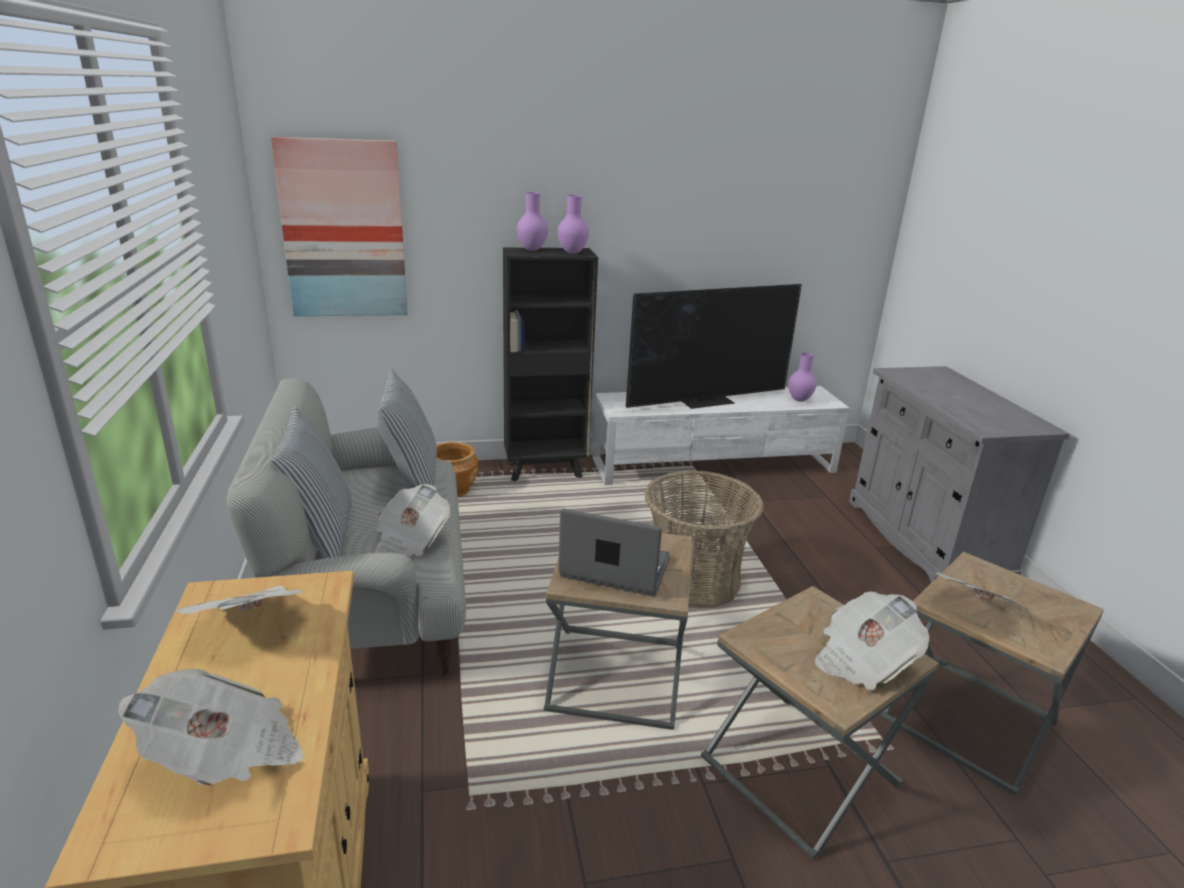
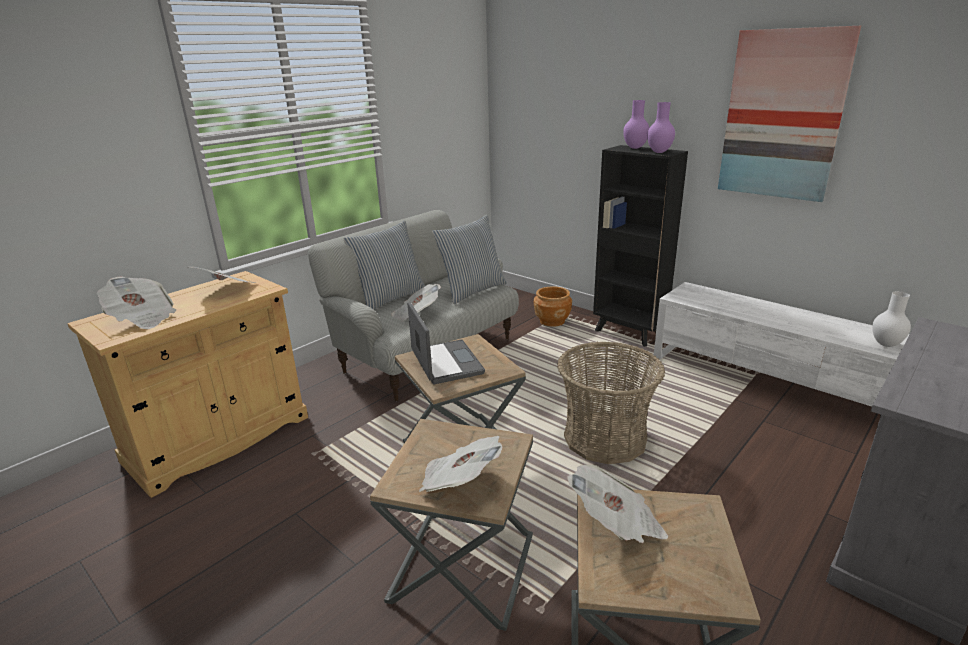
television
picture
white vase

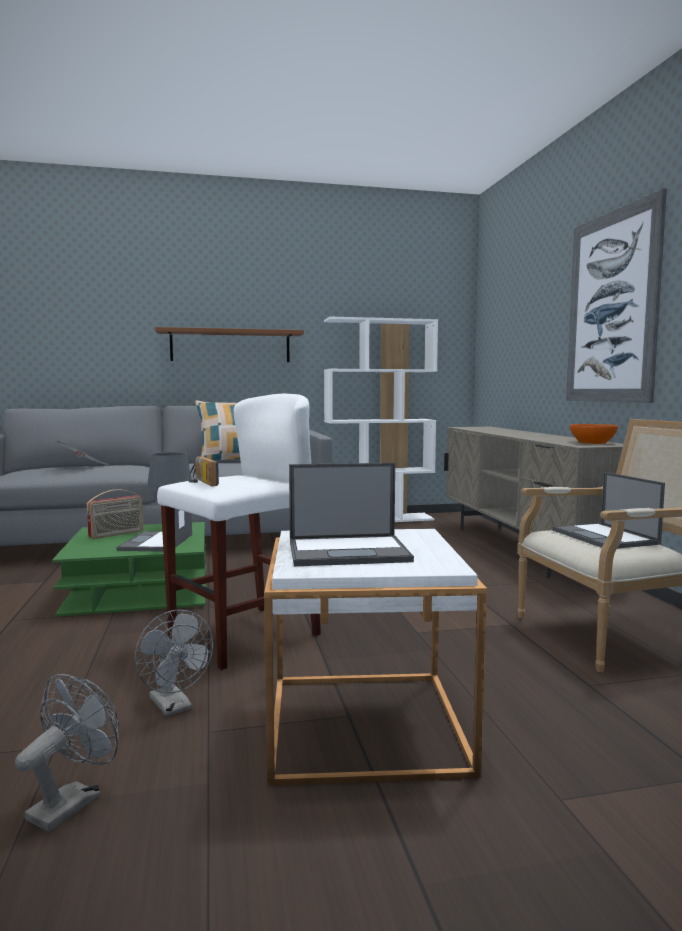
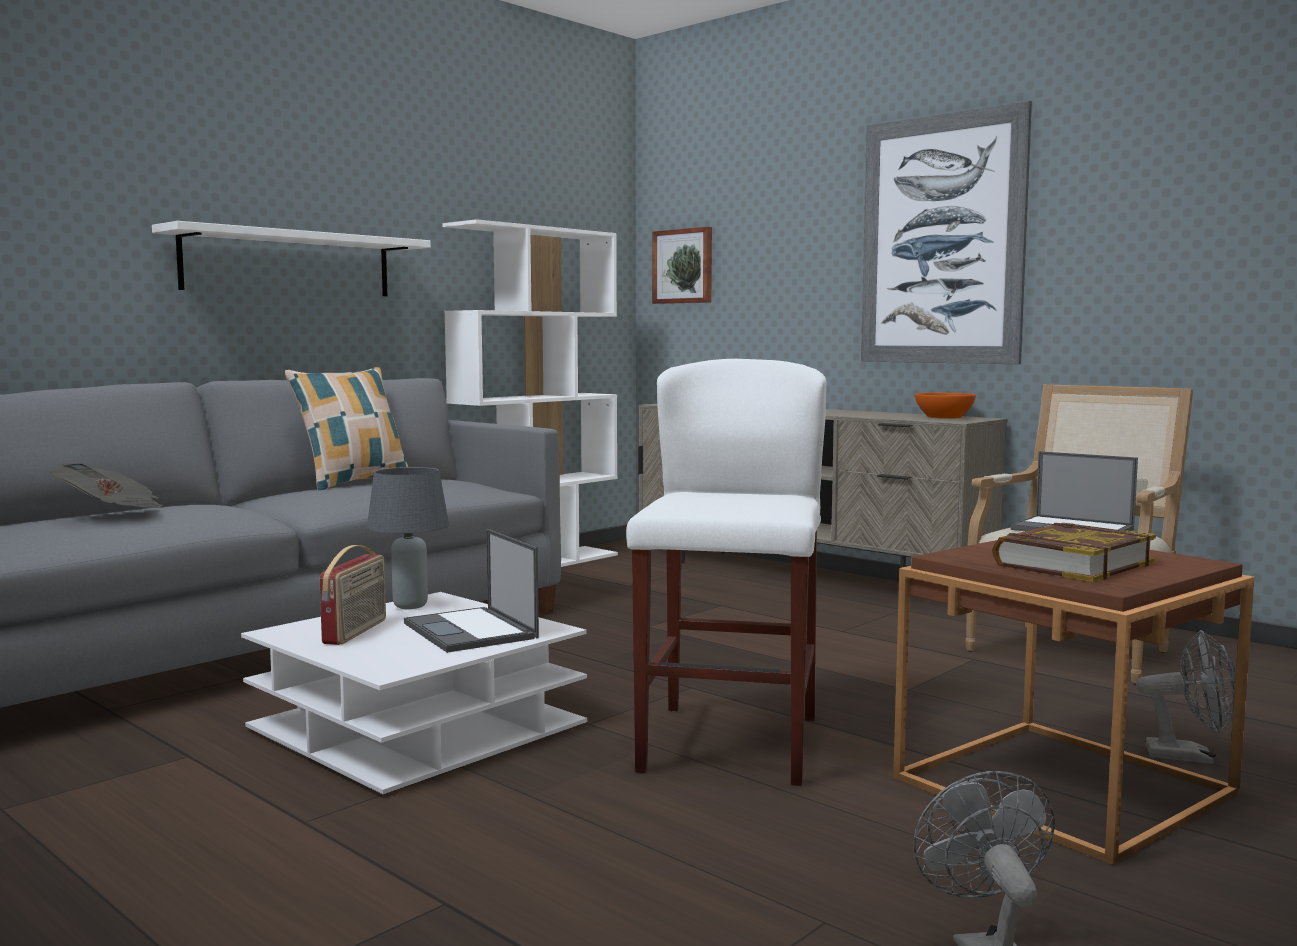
radio (no. 2 from left in the first image)
picture (no. 1 from left)
grey fan (no. 2 from left)
book
white coffee table
white shelf
brown side table

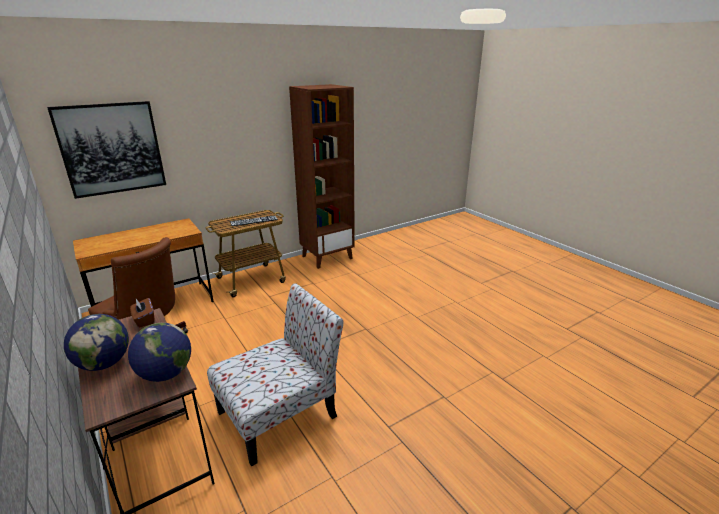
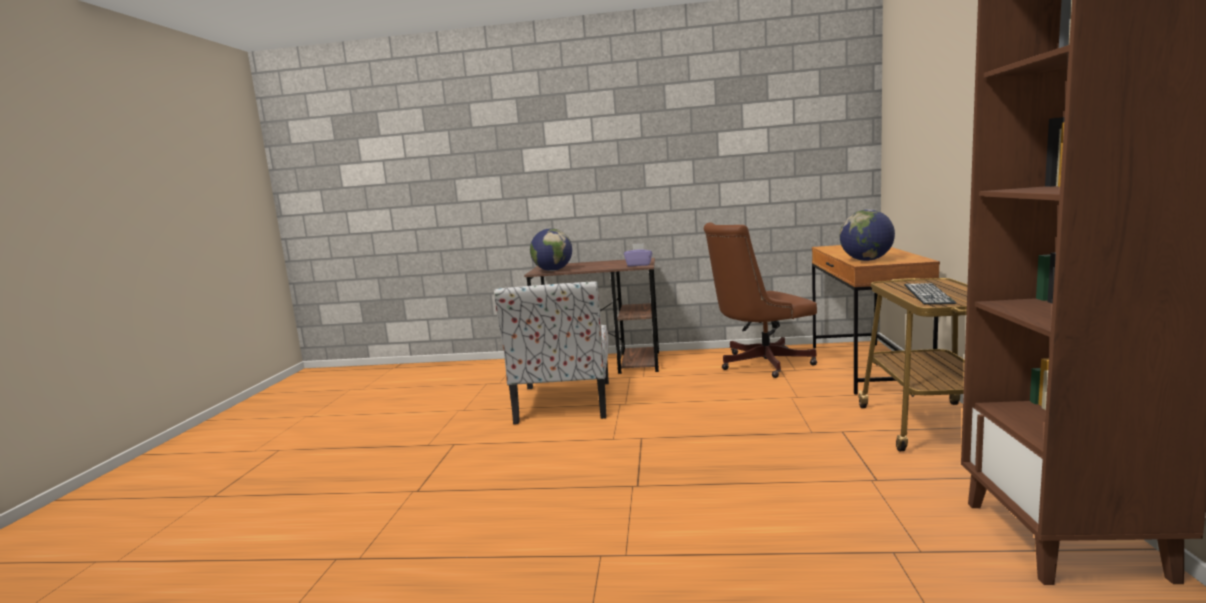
picture
globe (no. 2 from left)
purple tissue box

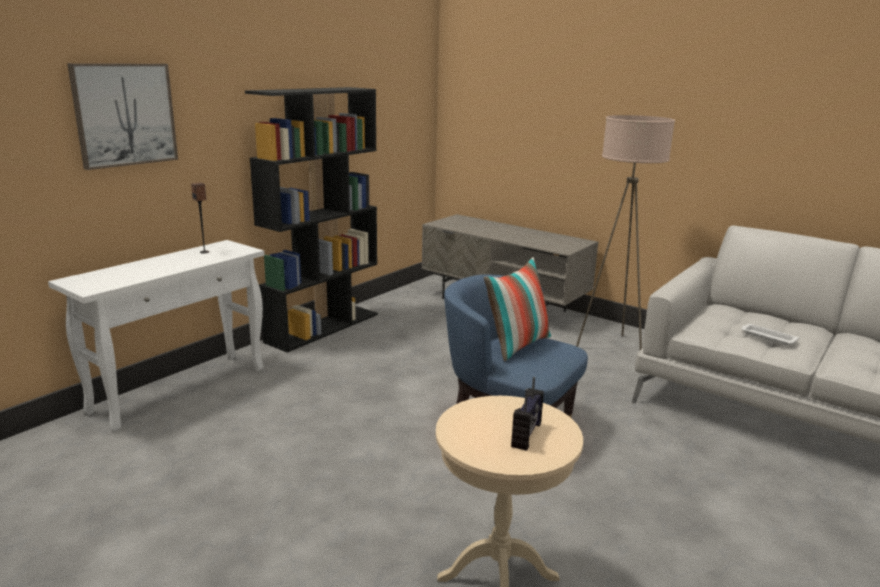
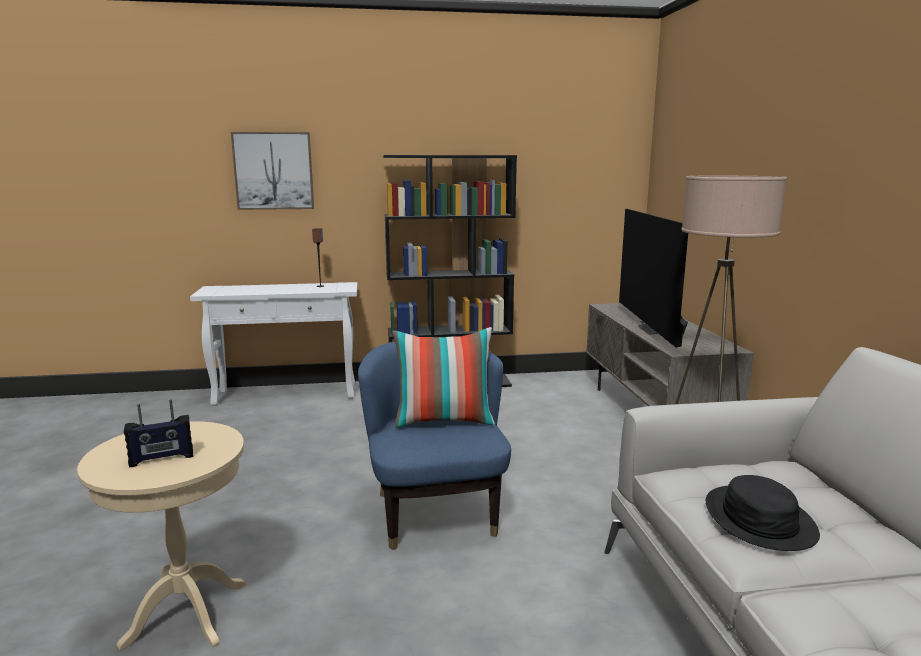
television
black hat

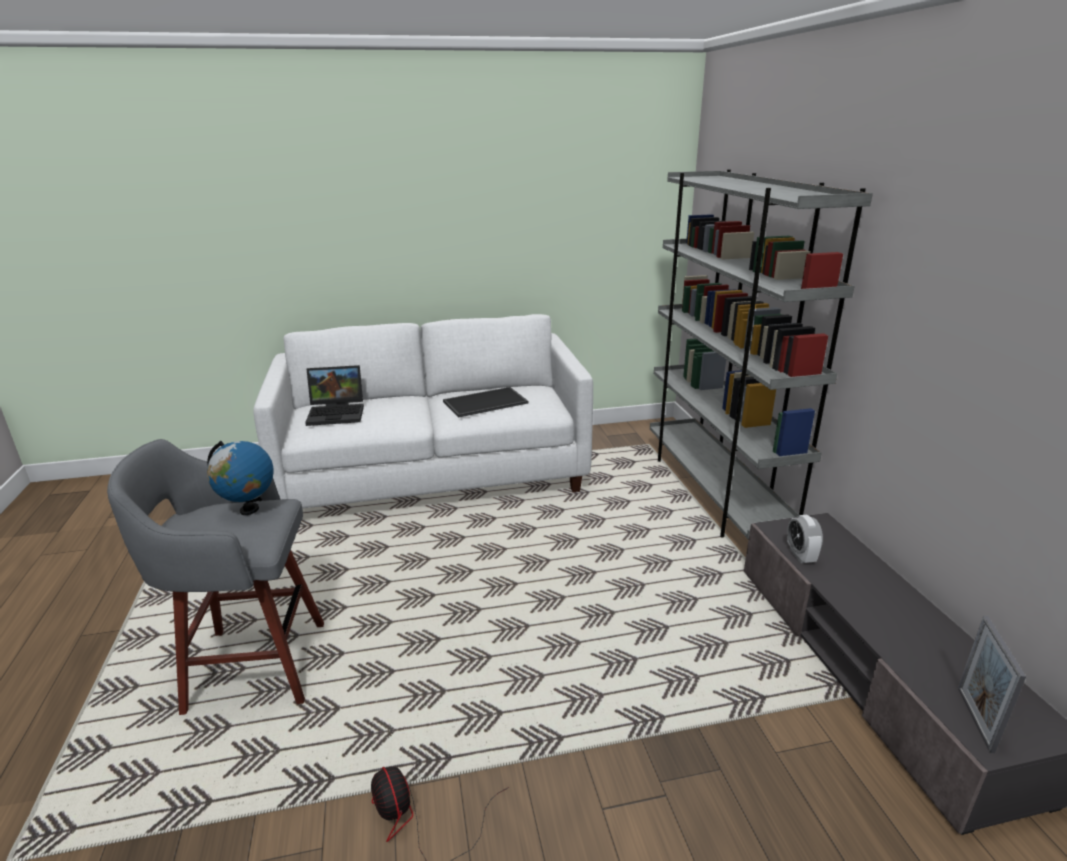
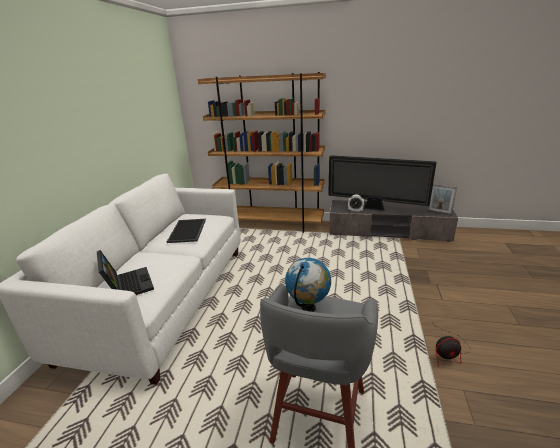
television
brown bookcase
laptop

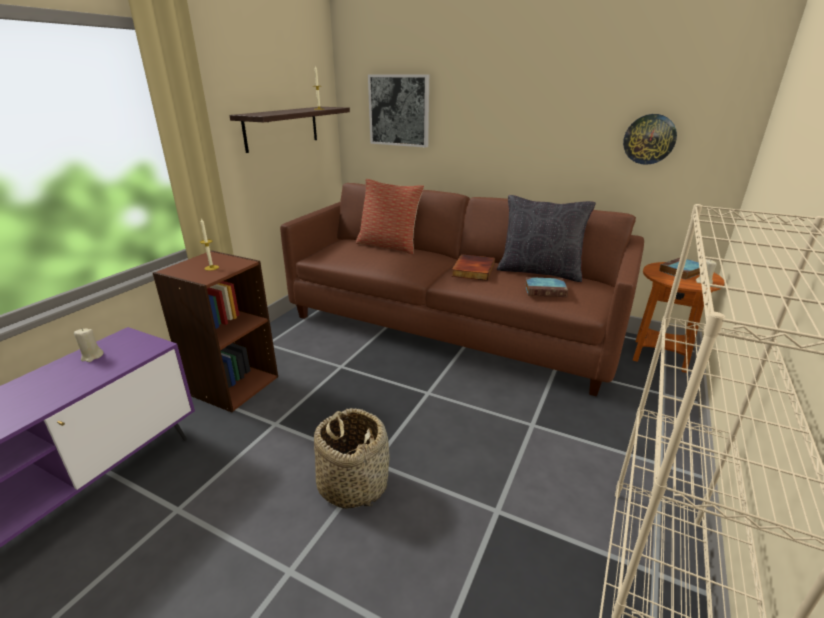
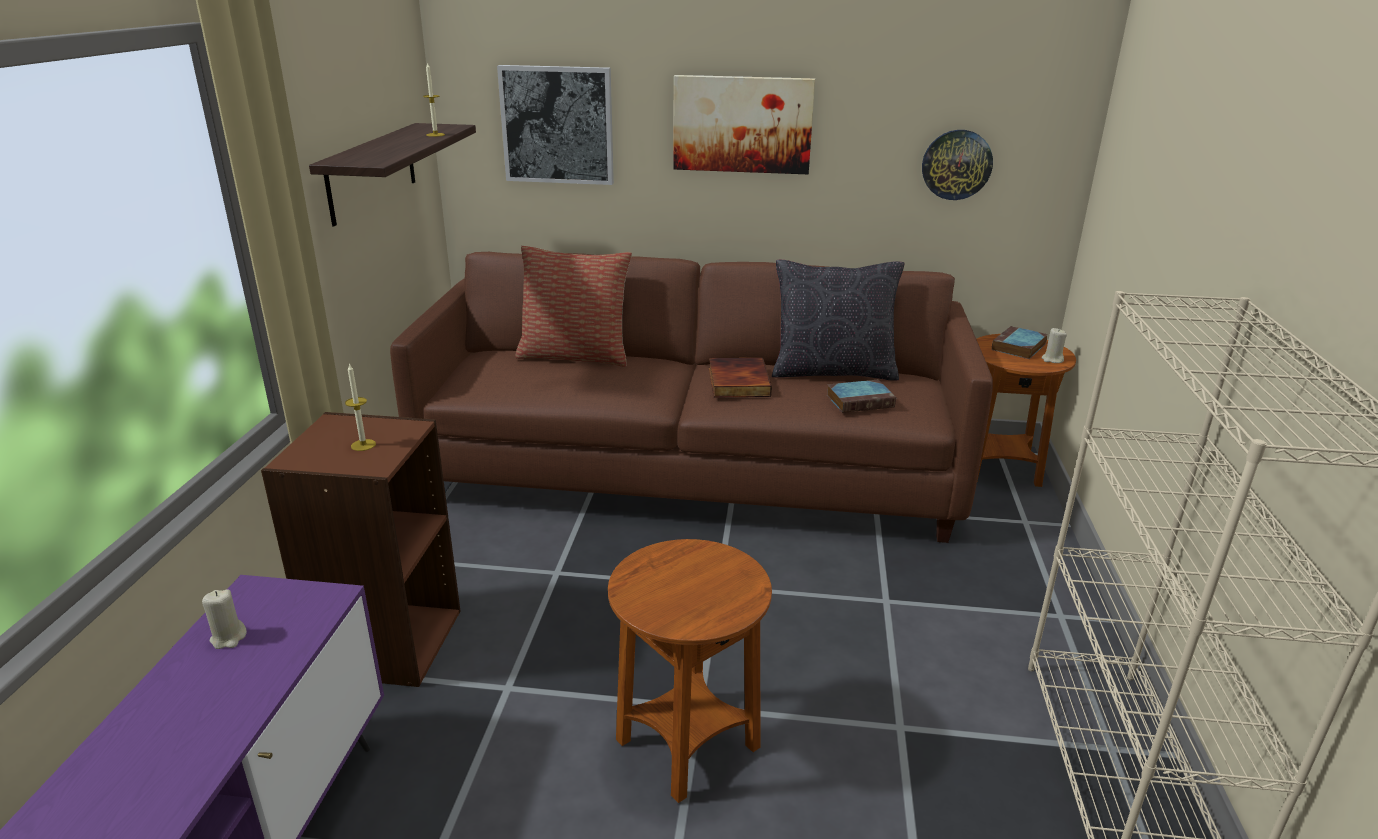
picture (no. 2 from left)
brown side table (no. 1 from left)

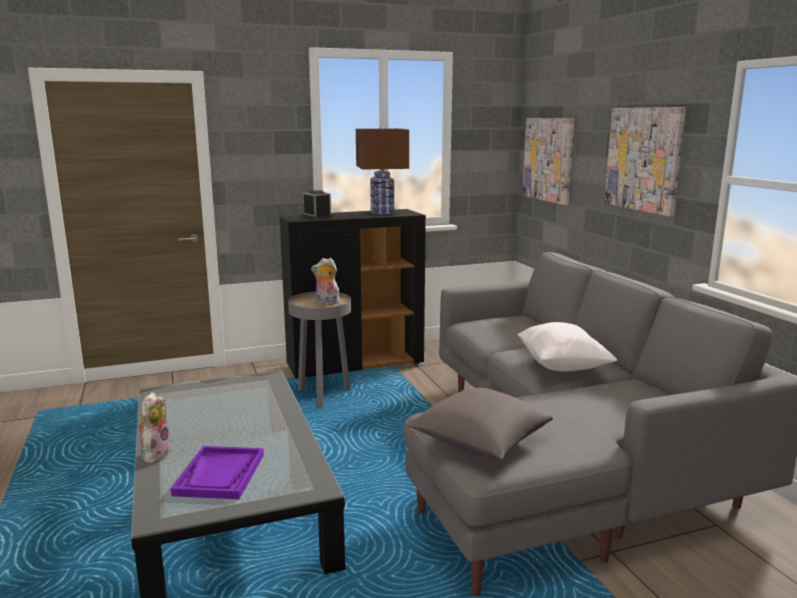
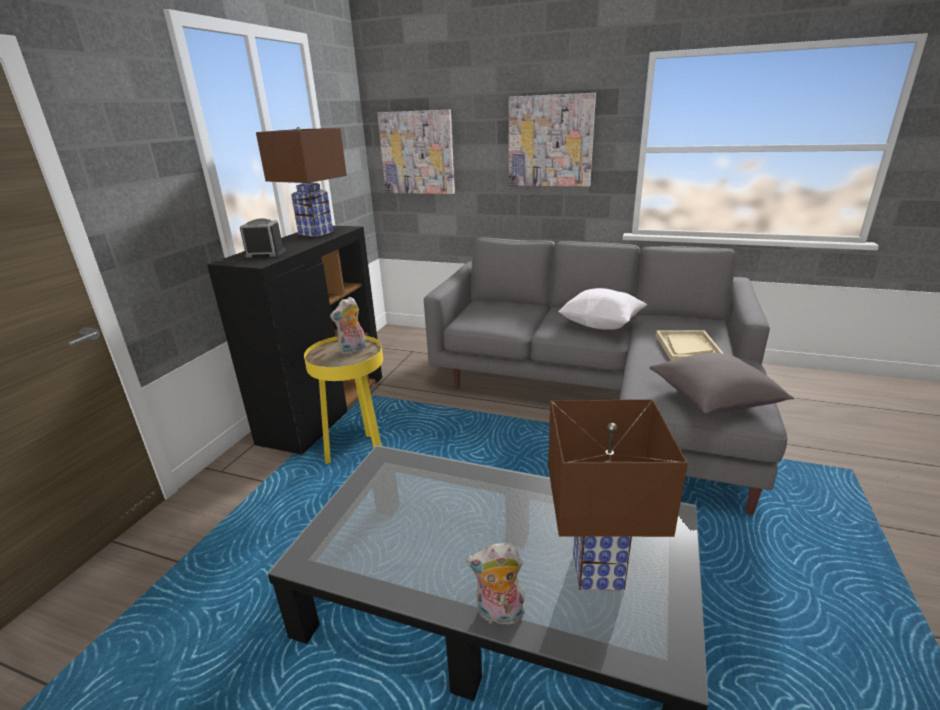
beige tray
brown table lamp (no. 2 from left)
yellow side table
plush toy (no. 2 from left)

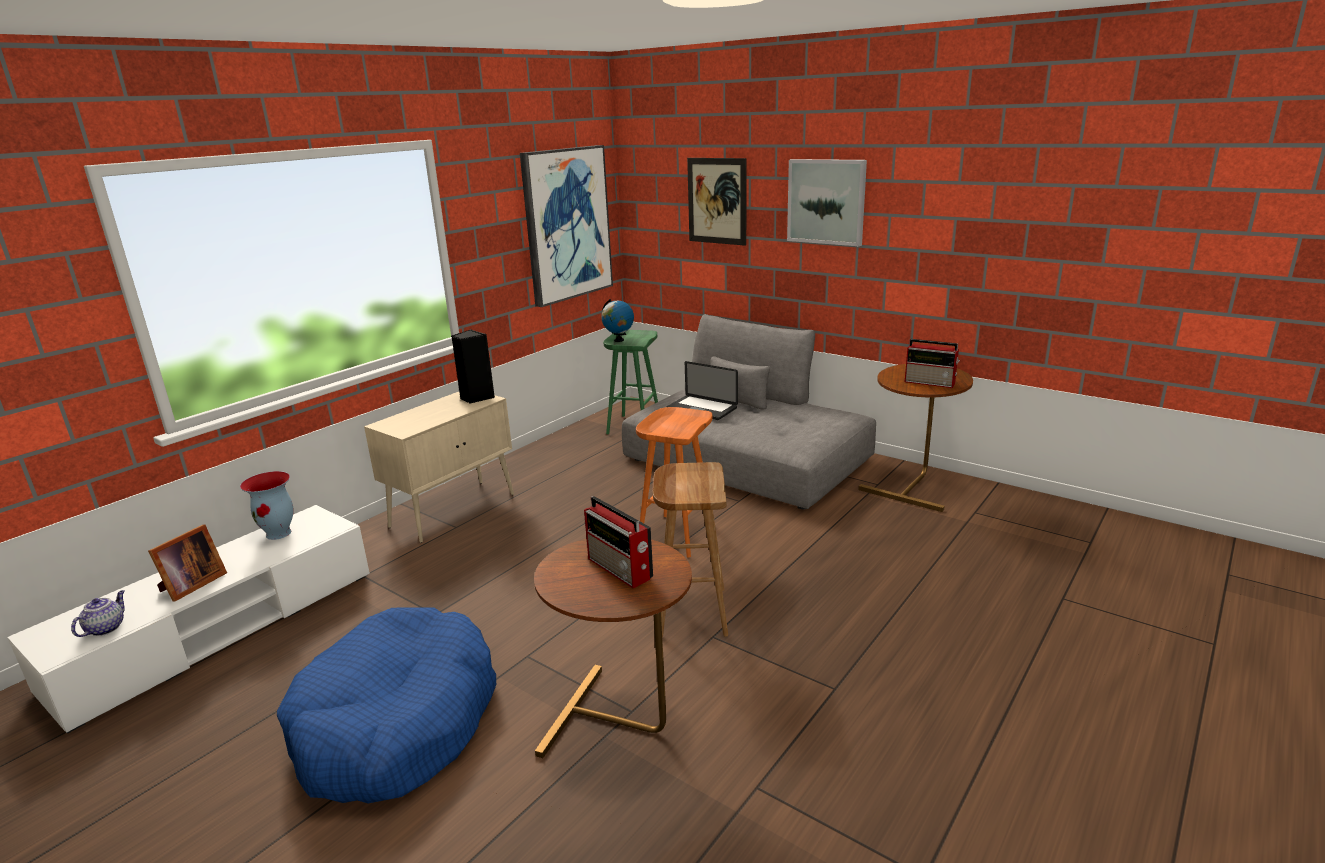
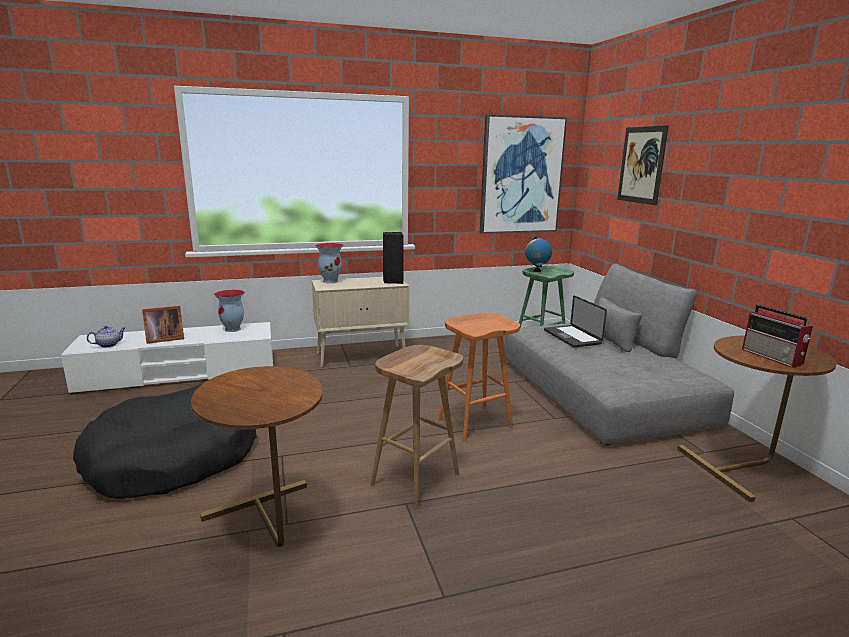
radio (no. 1 from left in the first image)
picture (no. 3 from left in the first image)
vase (no. 2 from left)
black dog bed

